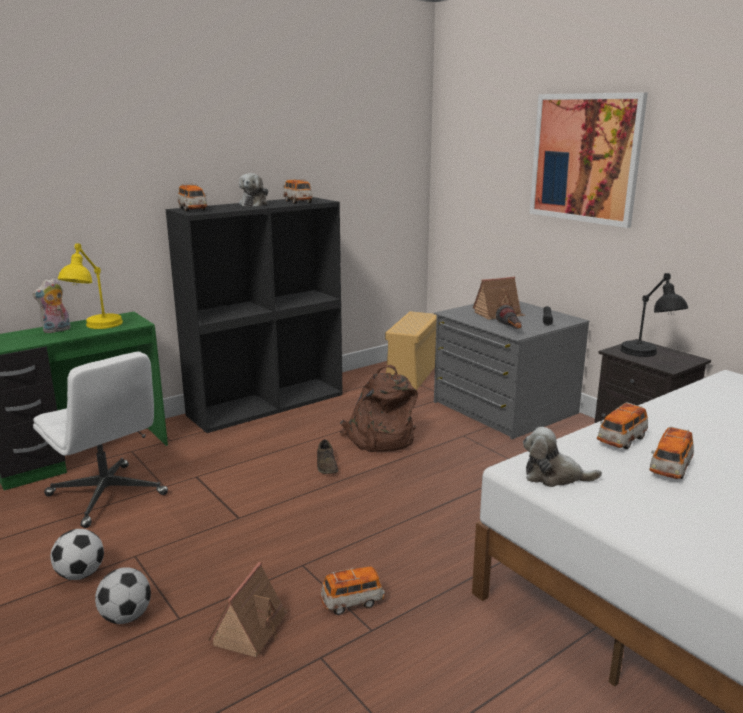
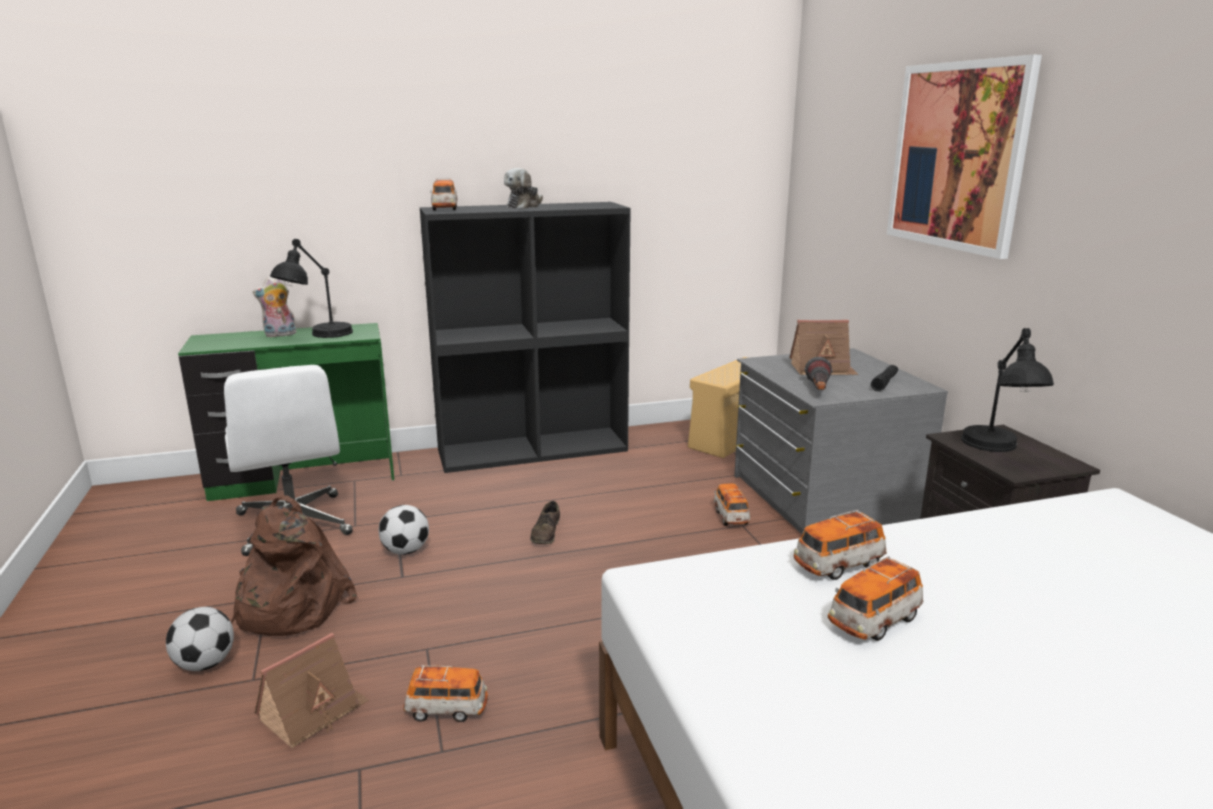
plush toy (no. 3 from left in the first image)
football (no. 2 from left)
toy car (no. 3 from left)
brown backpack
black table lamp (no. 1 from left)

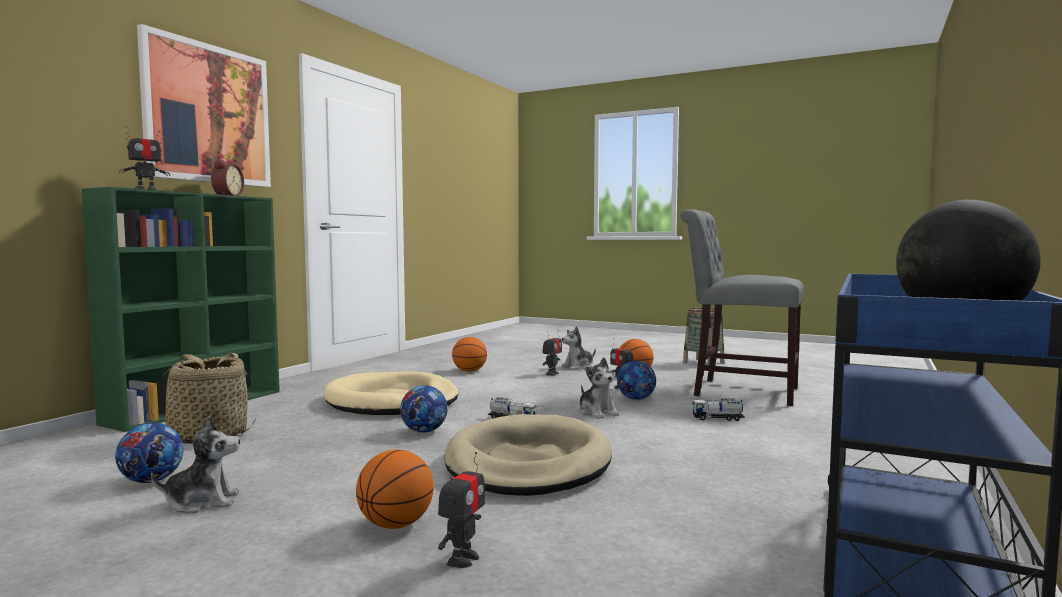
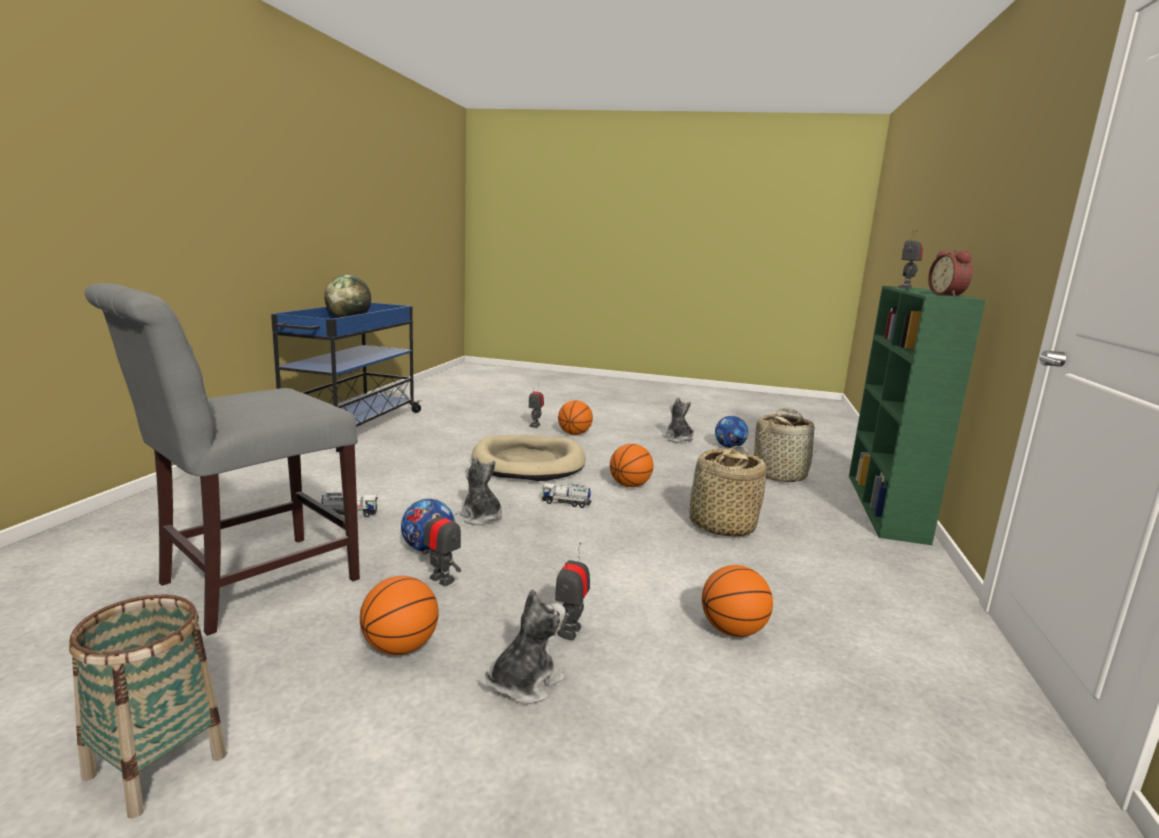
picture
basket (no. 2 from left)
basketball (no. 3 from left)
plush toy (no. 3 from left)
grey chair

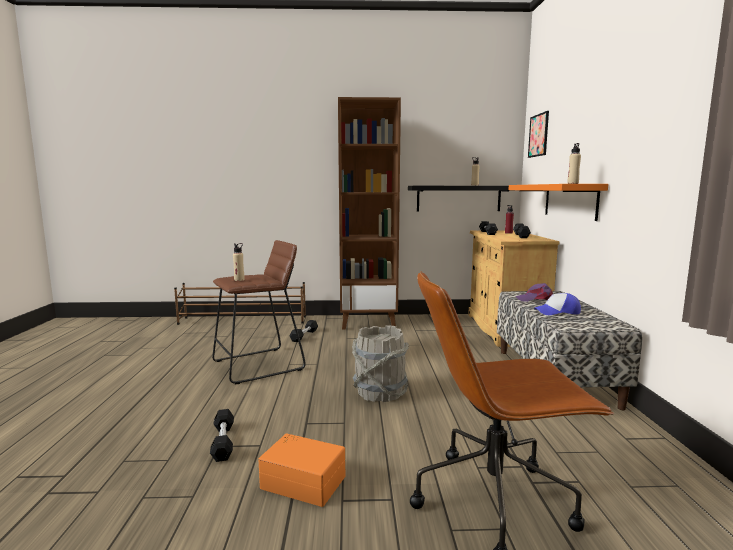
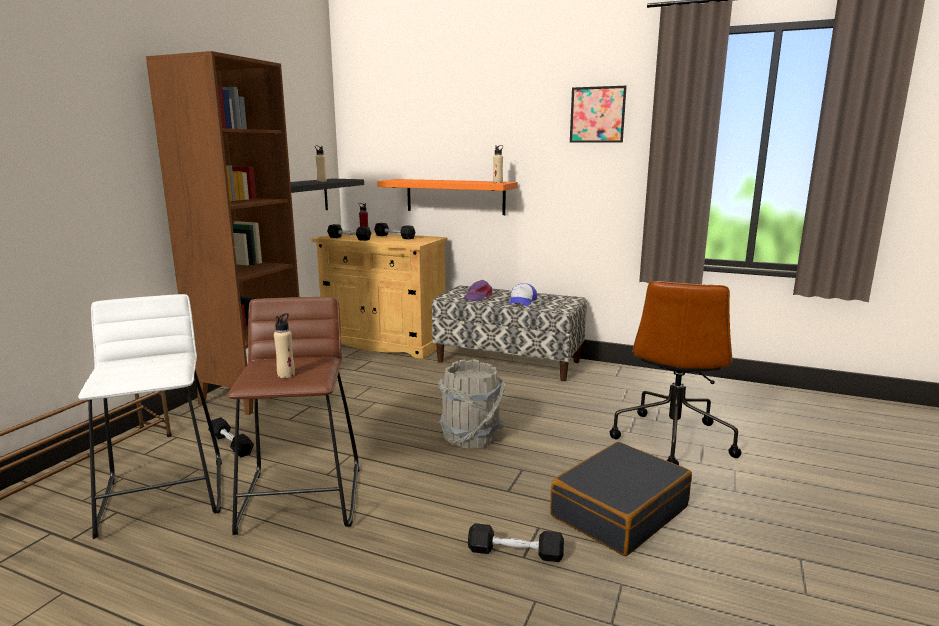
white stool
picture
black suitcase

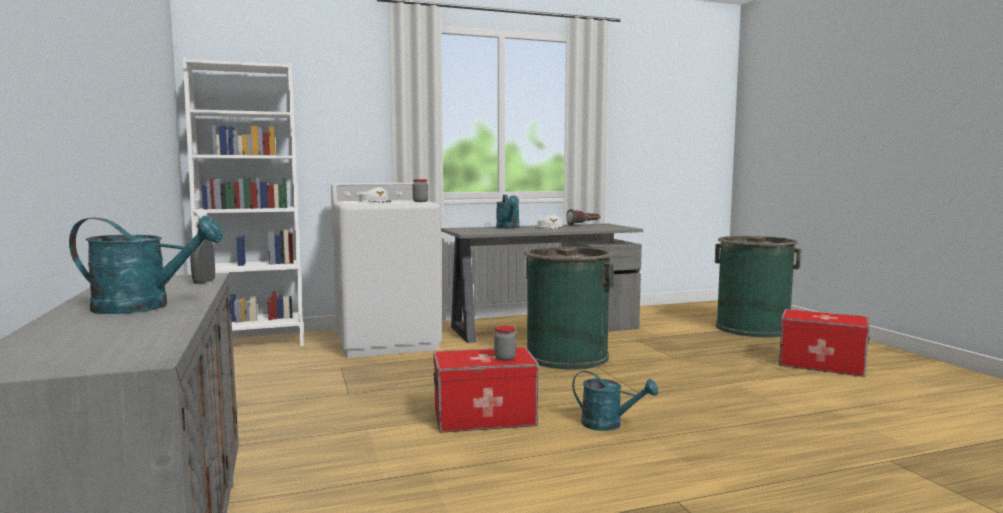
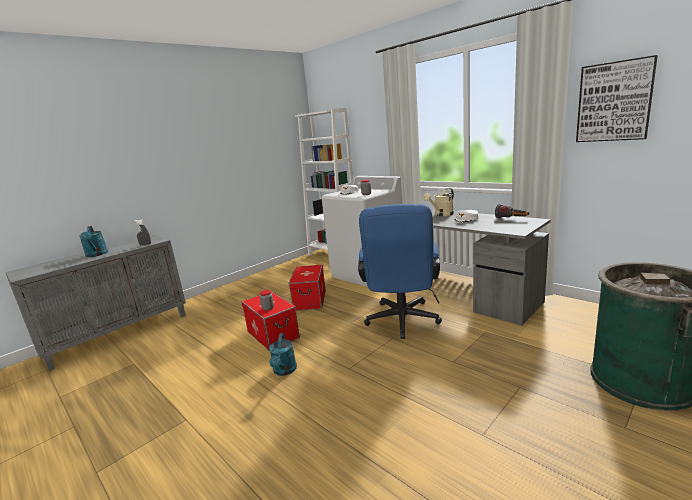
picture
storage box (no. 2 from left)
blue office chair
beige watering can

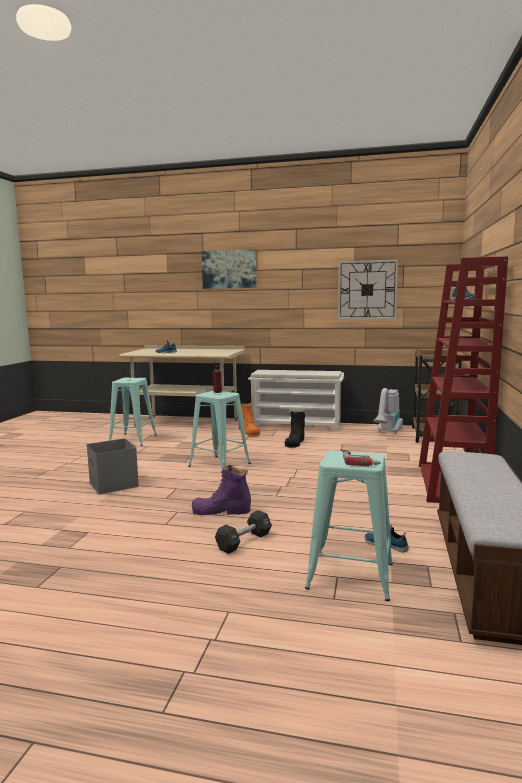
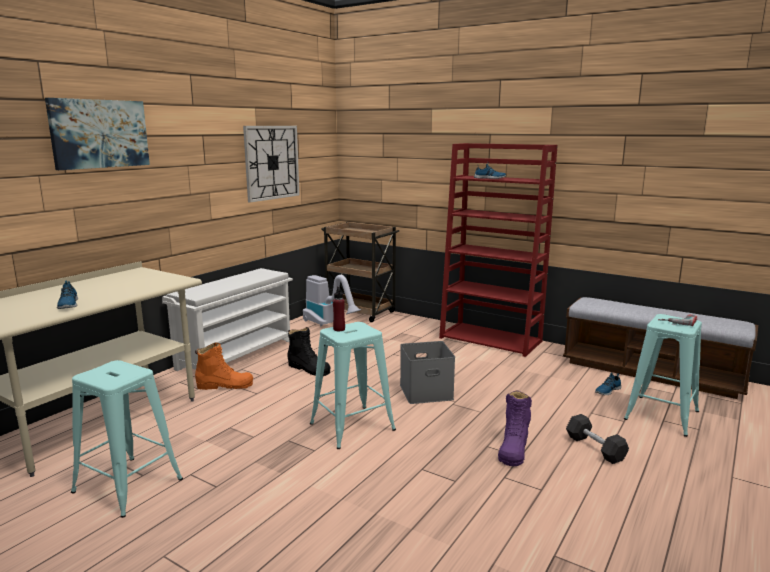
grey storage box

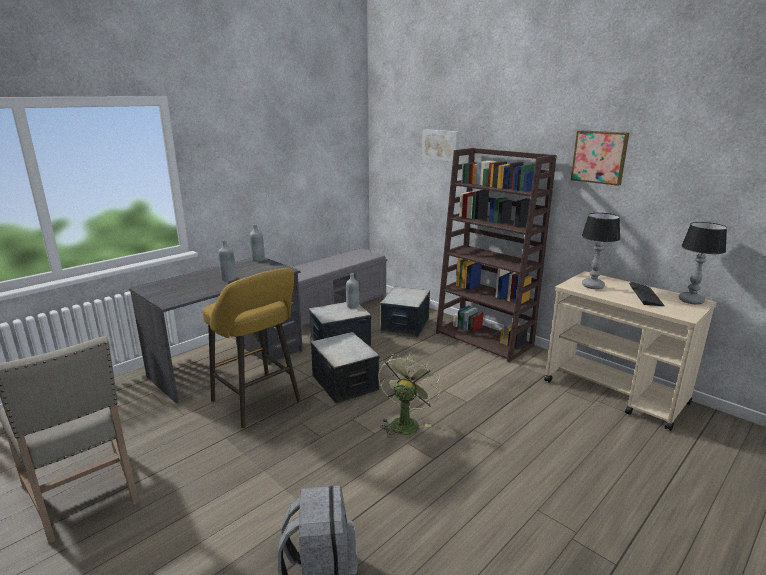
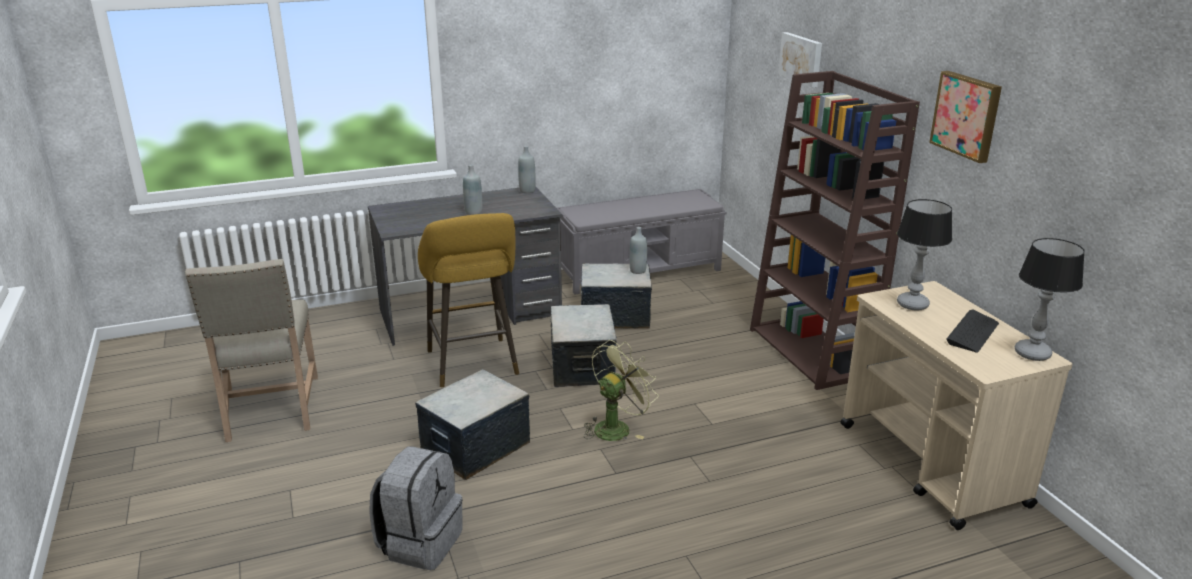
storage box (no. 1 from left)

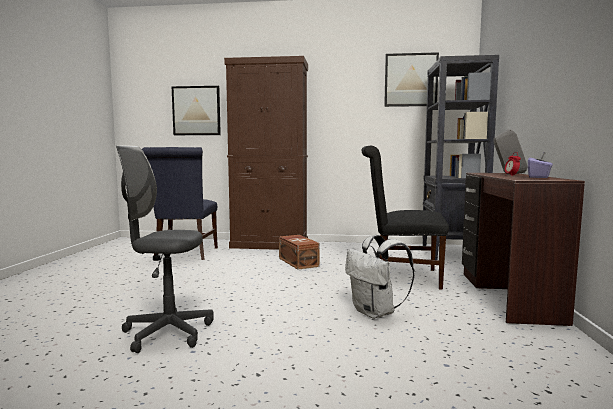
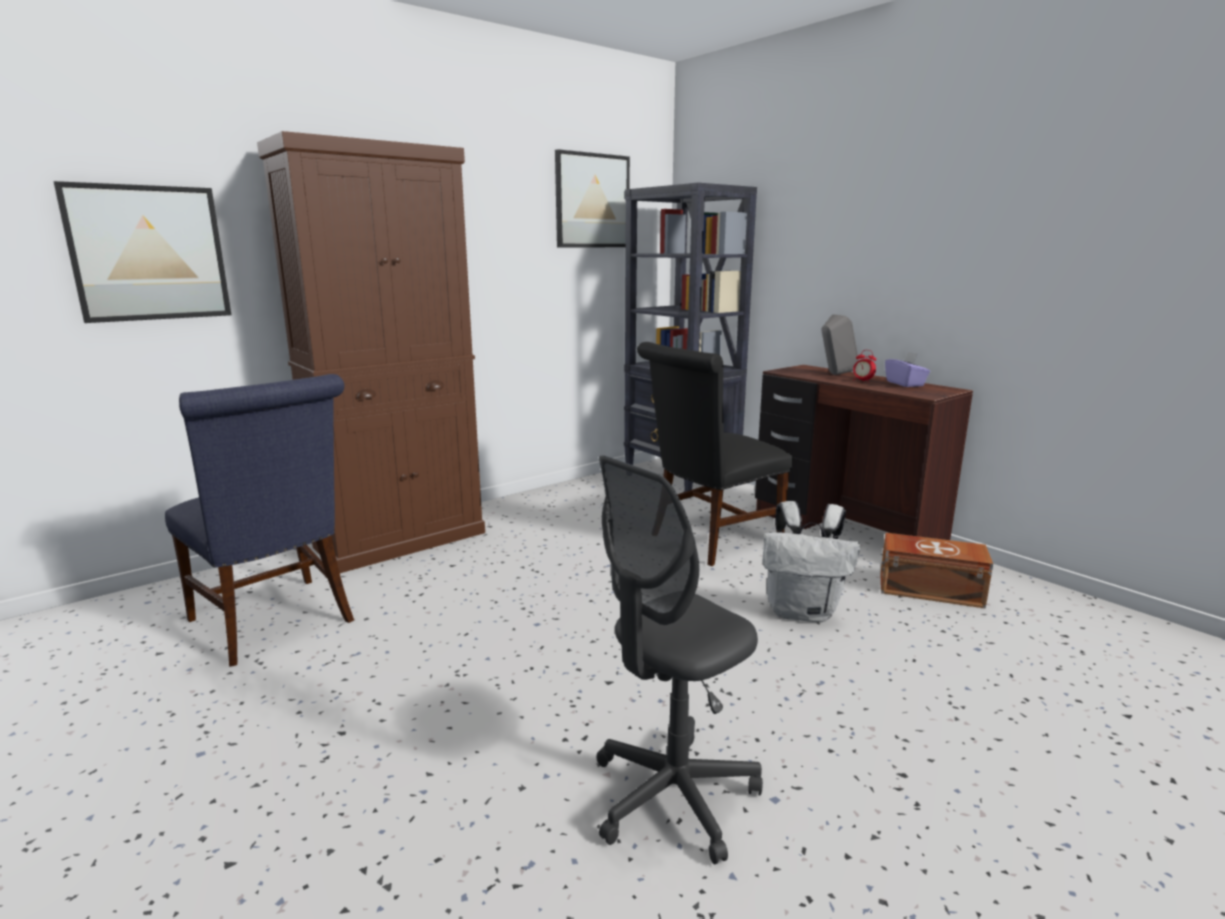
brown storage box

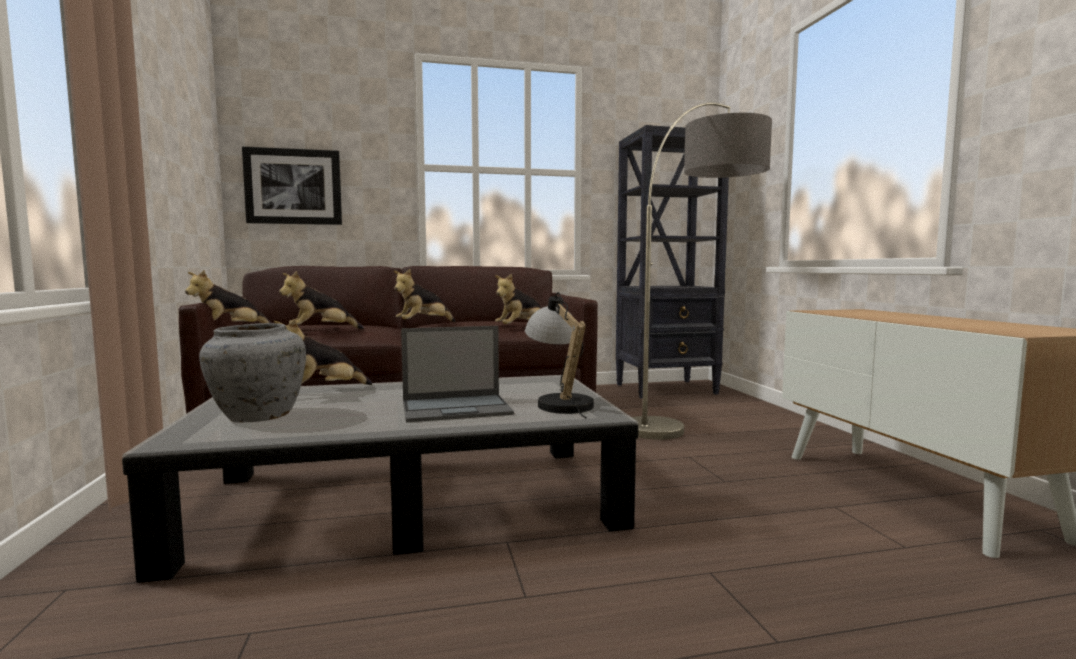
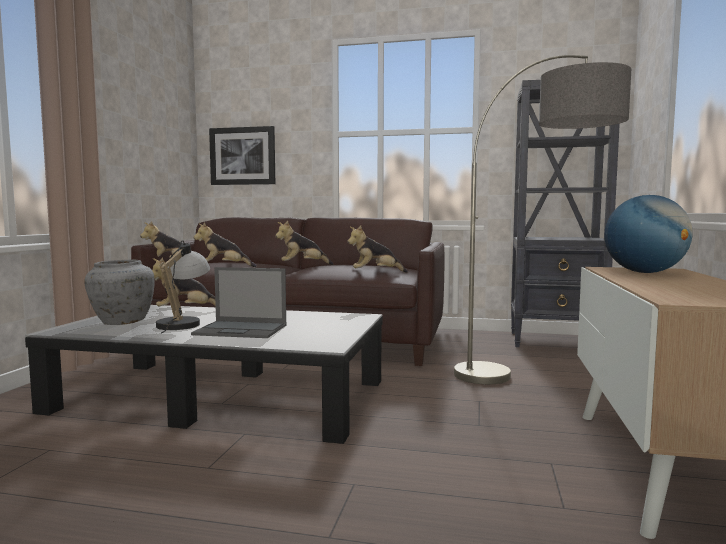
globe
table lamp

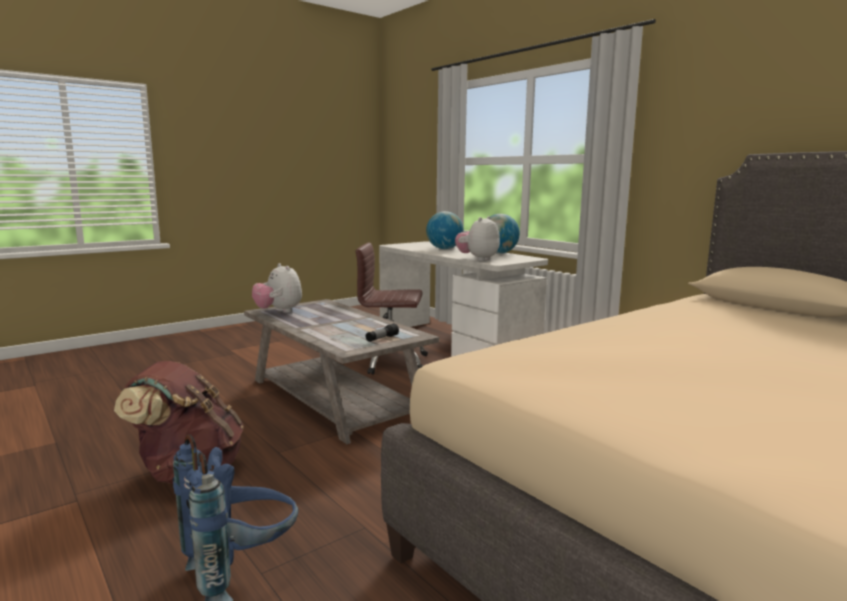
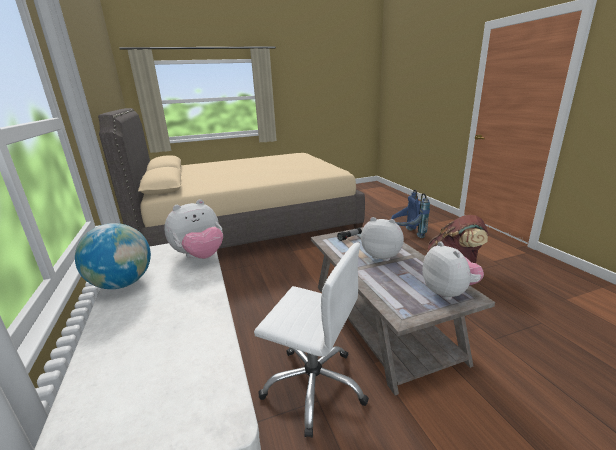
globe (no. 1 from left in the first image)
plush toy (no. 2 from left)
white office chair

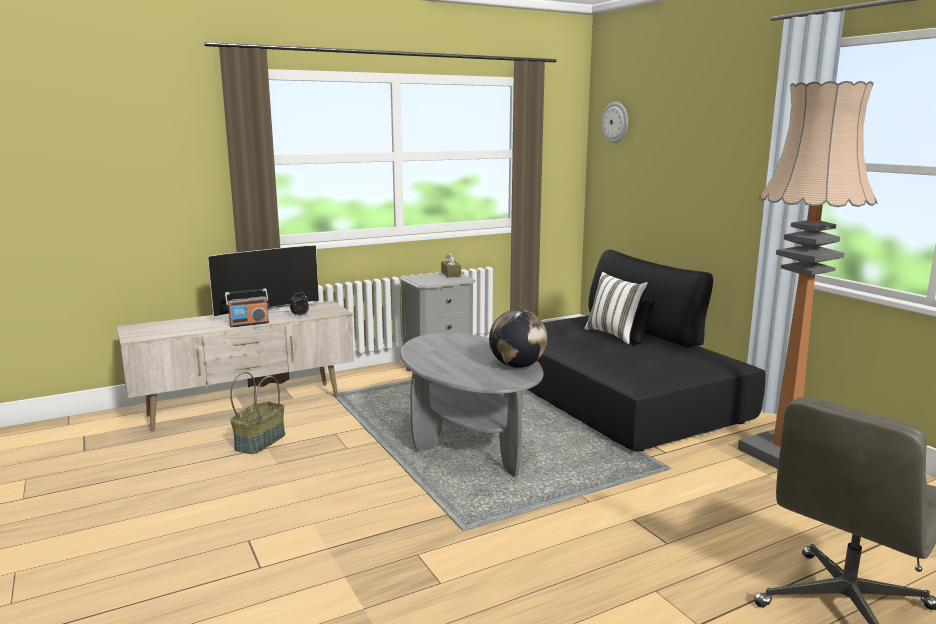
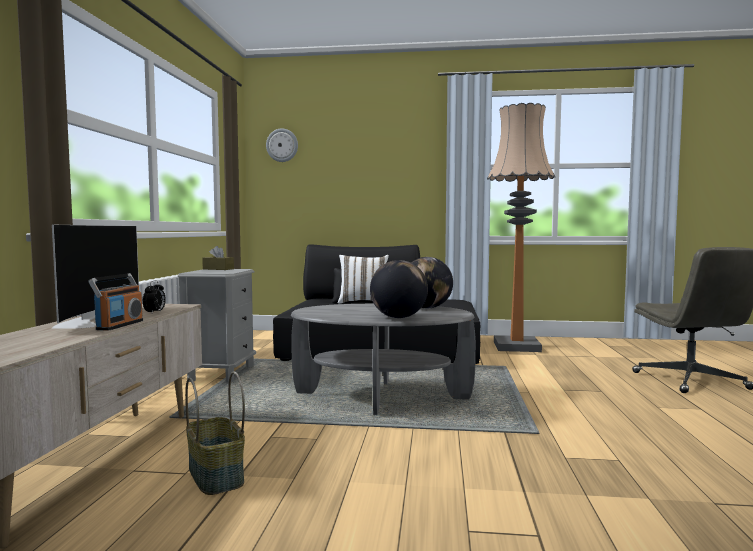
globe (no. 1 from left)

